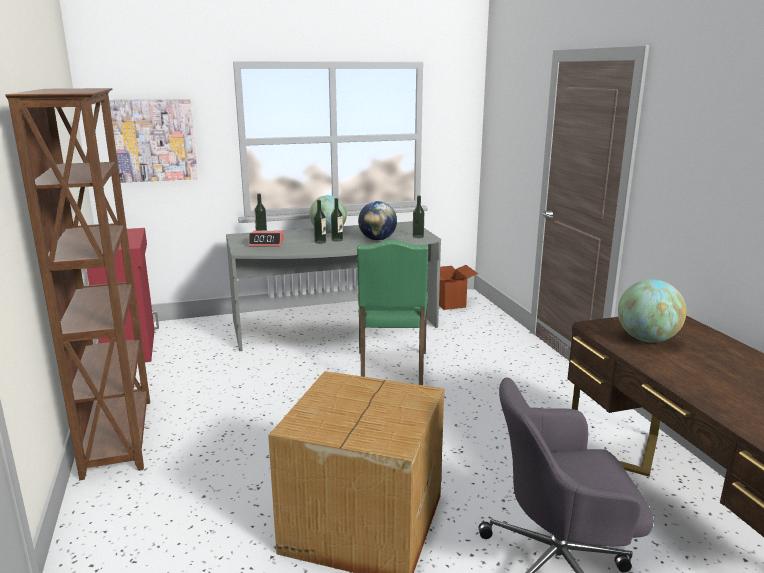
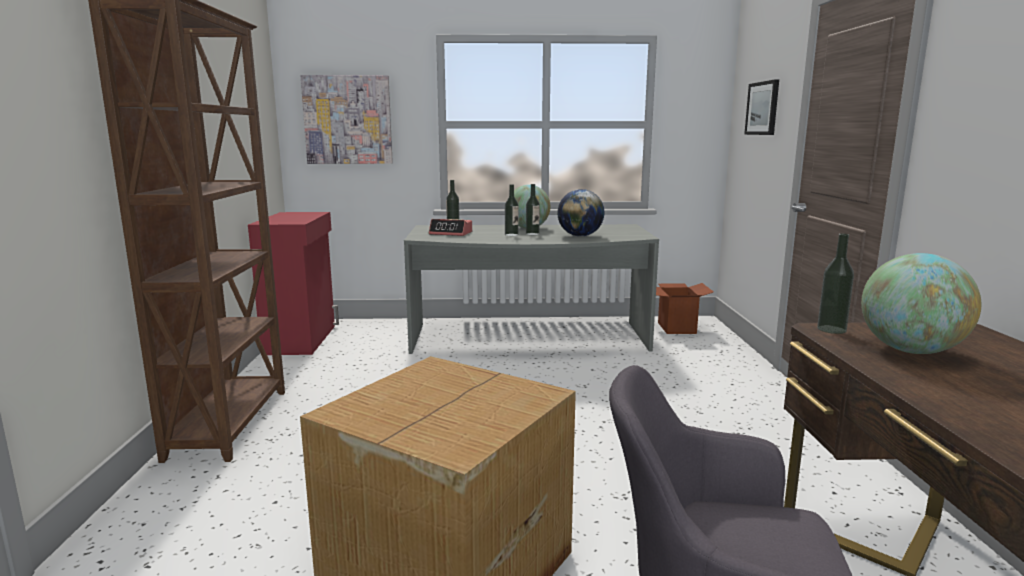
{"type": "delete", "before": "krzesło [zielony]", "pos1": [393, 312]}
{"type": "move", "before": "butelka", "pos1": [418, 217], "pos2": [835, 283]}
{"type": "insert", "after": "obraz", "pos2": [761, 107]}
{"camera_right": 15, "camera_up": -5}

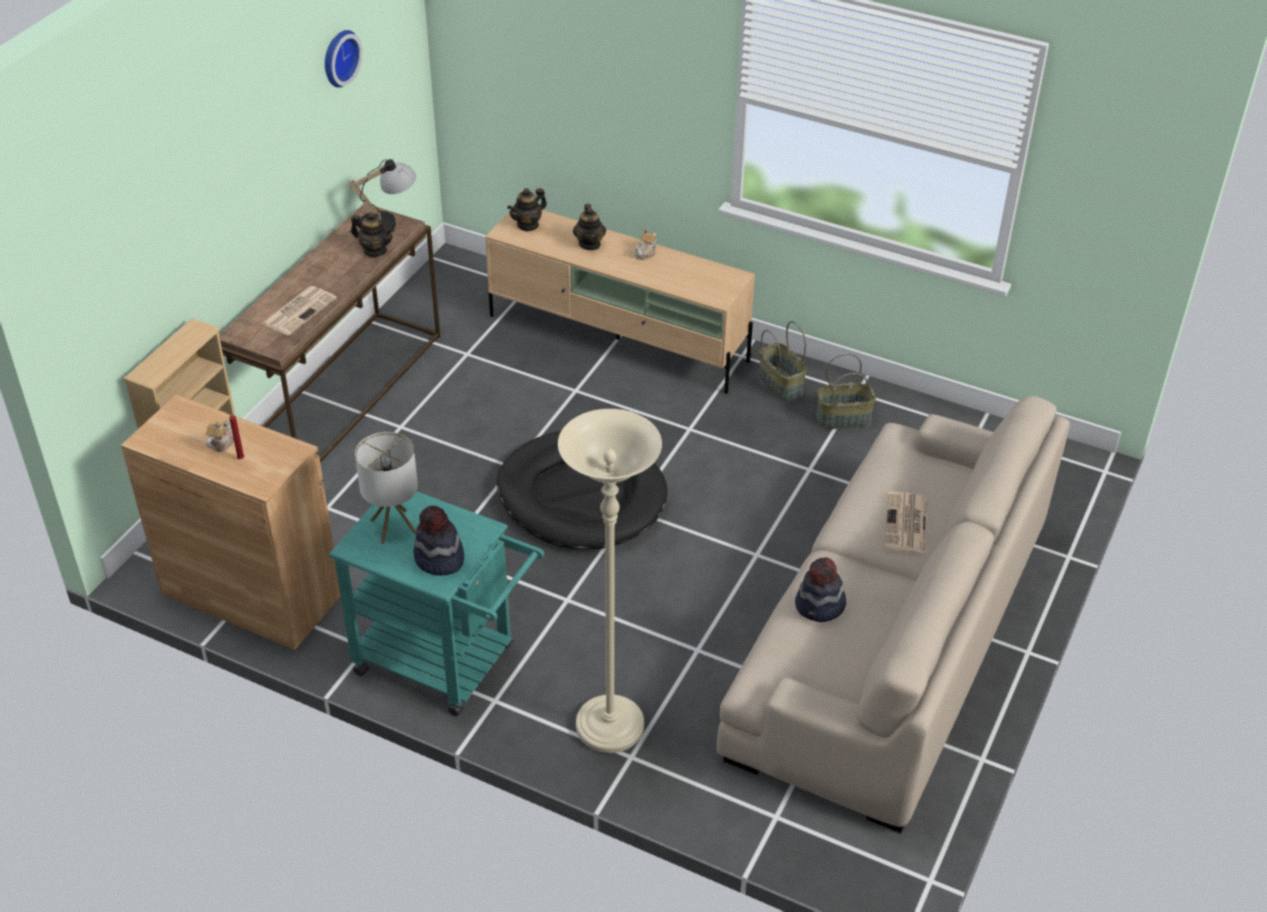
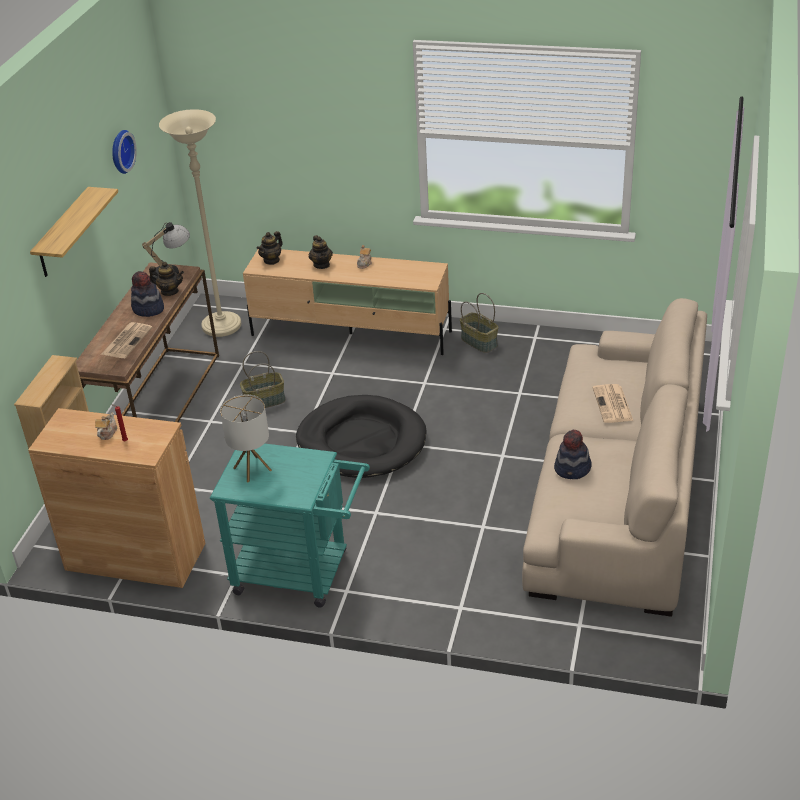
{"type": "move", "before": "kapelusz", "pos1": [438, 541], "pos2": [147, 294]}
{"type": "move", "before": "lampa stojąca [beżowy]", "pos1": [610, 581], "pos2": [200, 223]}
{"type": "move", "before": "koszyk", "pos1": [846, 391], "pos2": [263, 379]}
{"type": "insert", "after": "półka", "pos2": [74, 232]}
{"camera_right": -10, "camera_up": -5}

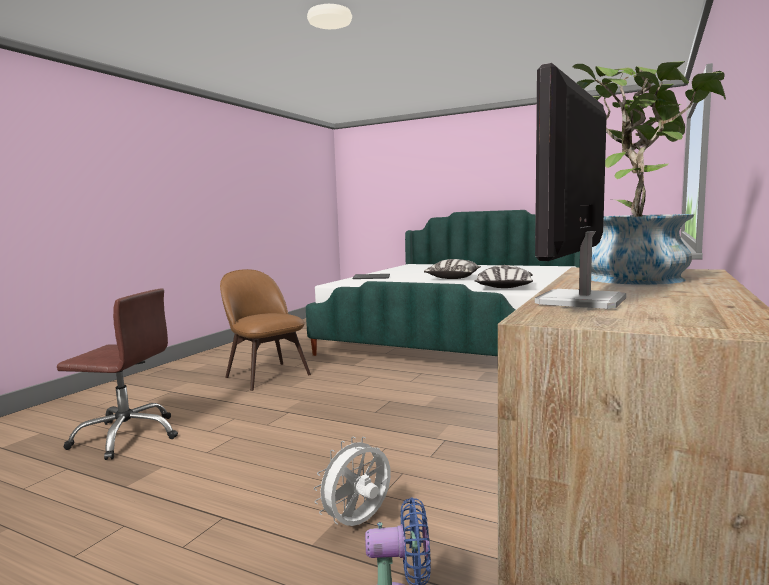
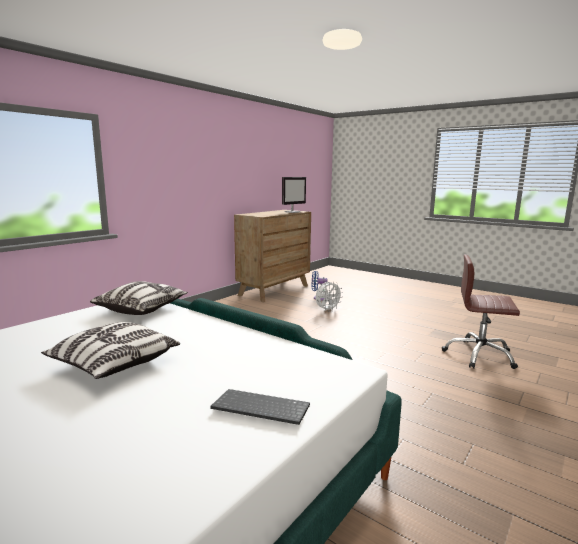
{"type": "delete", "before": "krzesło [brązowy]", "pos1": [265, 330]}
{"type": "delete", "before": "roślina doniczkowa", "pos1": [649, 173]}
{"camera_right": -170, "camera_up": 5}

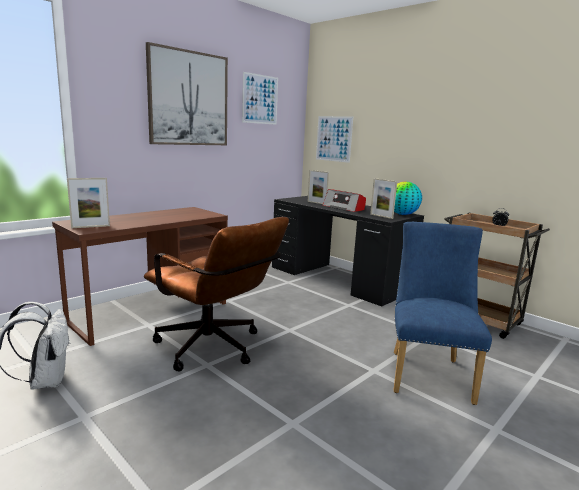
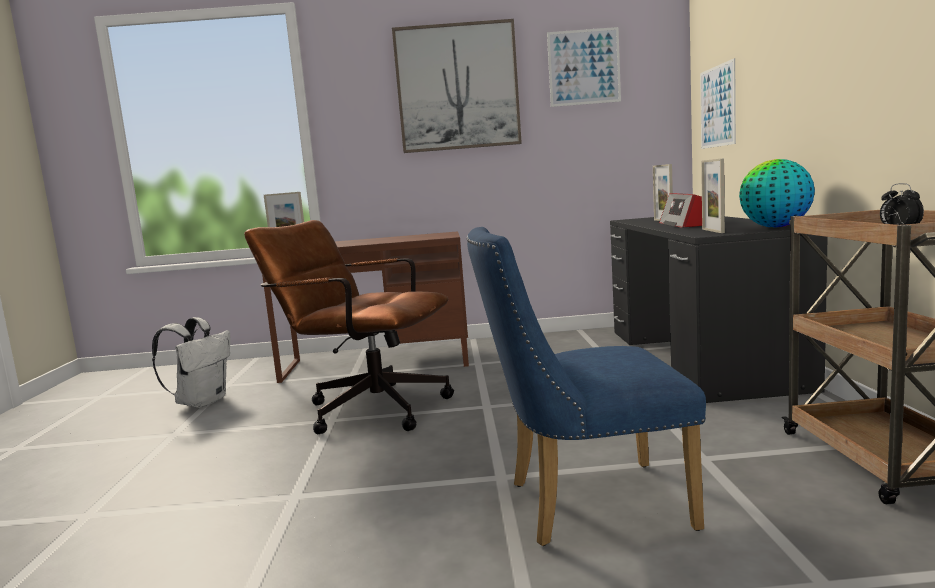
{"type": "rotate", "before": "krzesło biurowe [brązowy]", "pos1": [216, 294], "pos2": [349, 327], "turn": 120}
{"type": "rotate", "before": "krzesło [niebieski]", "pos1": [443, 313], "pos2": [586, 386], "turn": -150}
{"camera_right": 45, "camera_up": -5}

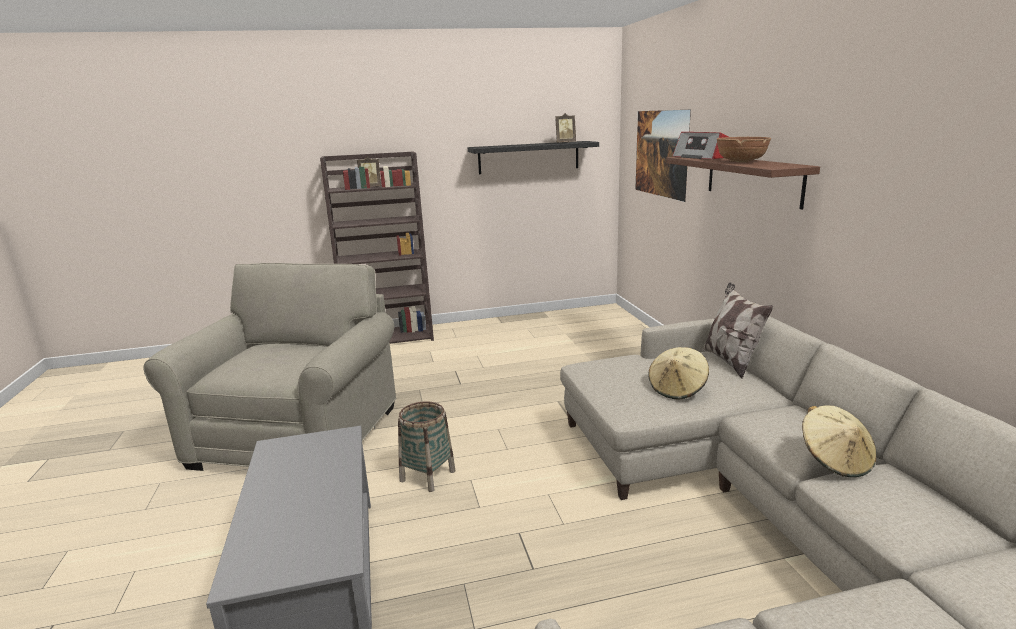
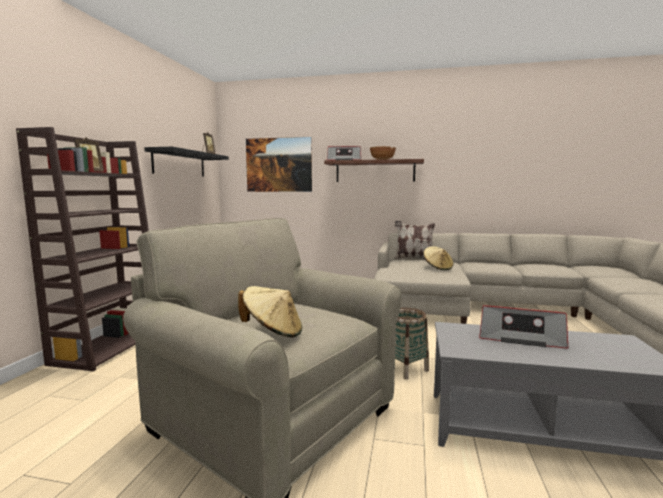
{"type": "move", "before": "kapelusz [beżowy]", "pos1": [839, 441], "pos2": [270, 311]}
{"type": "insert", "after": "radio", "pos2": [523, 327]}
{"camera_right": -65, "camera_up": -10}

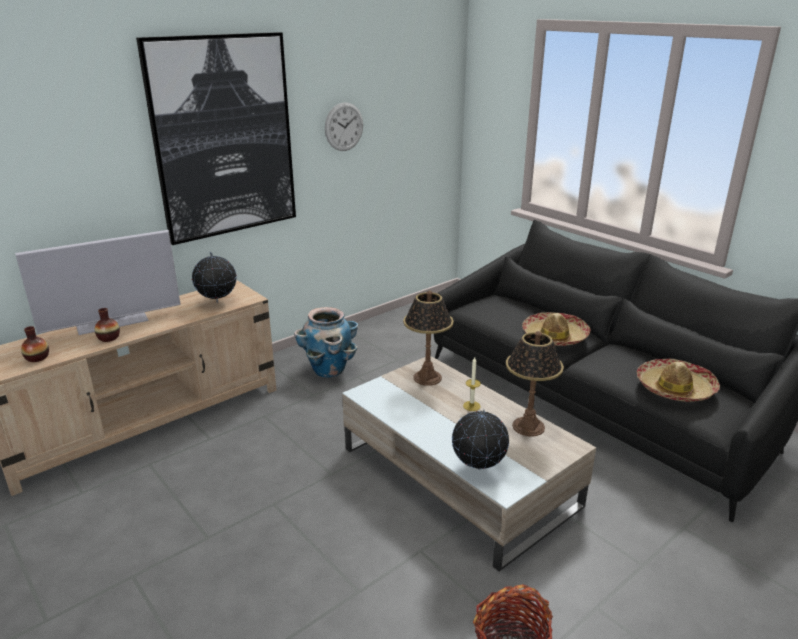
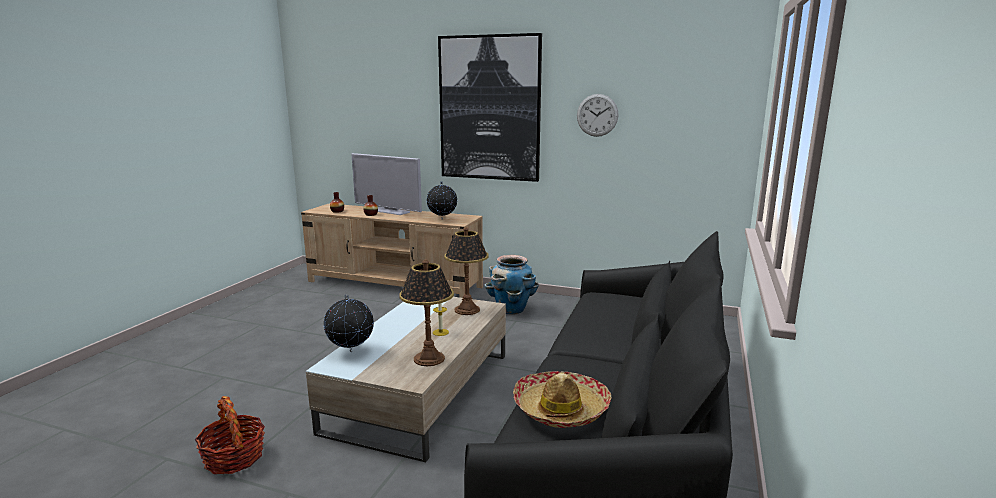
{"type": "delete", "before": "kapelusz", "pos1": [556, 329]}
{"camera_right": 60, "camera_up": -10}

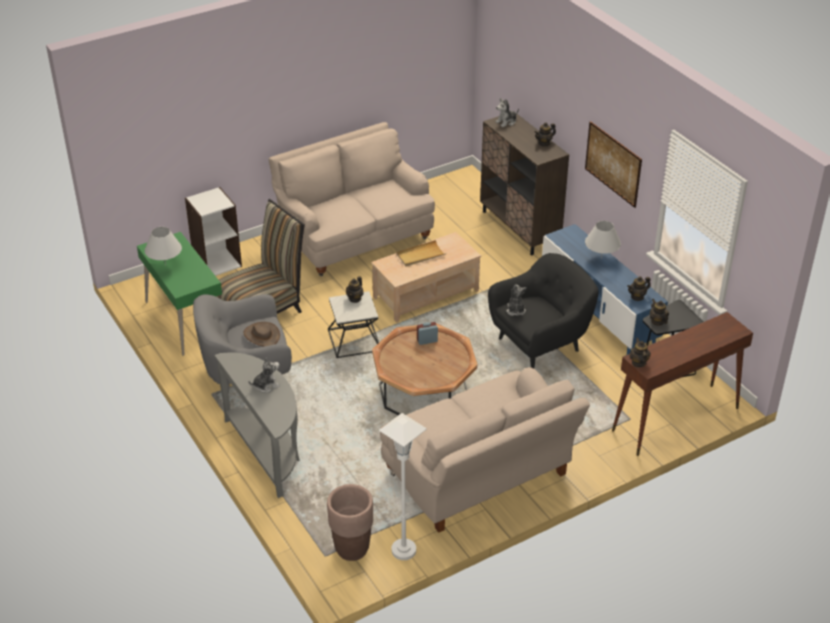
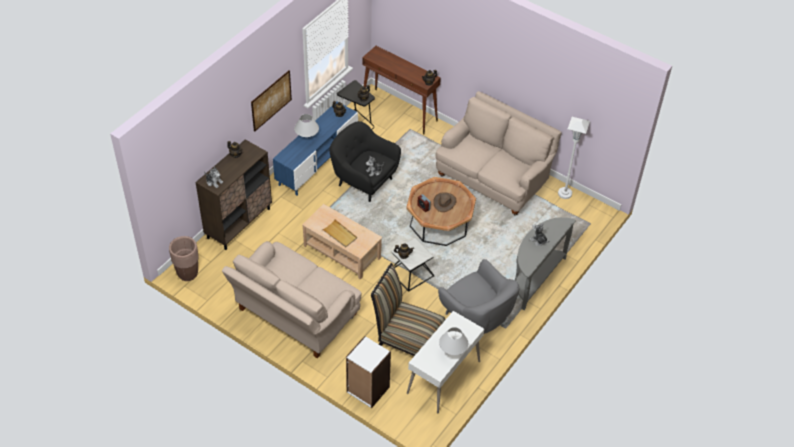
{"type": "recolor", "before": "biurko [zielony]", "after": "biurko [biały]", "pos1": [179, 294], "pos2": [445, 362]}
{"type": "move", "before": "kapelusz [brązowy]", "pos1": [262, 334], "pos2": [445, 202]}
{"type": "move", "before": "donica [brązowy]", "pos1": [350, 522], "pos2": [184, 258]}
{"camera_right": -115, "camera_up": 10}

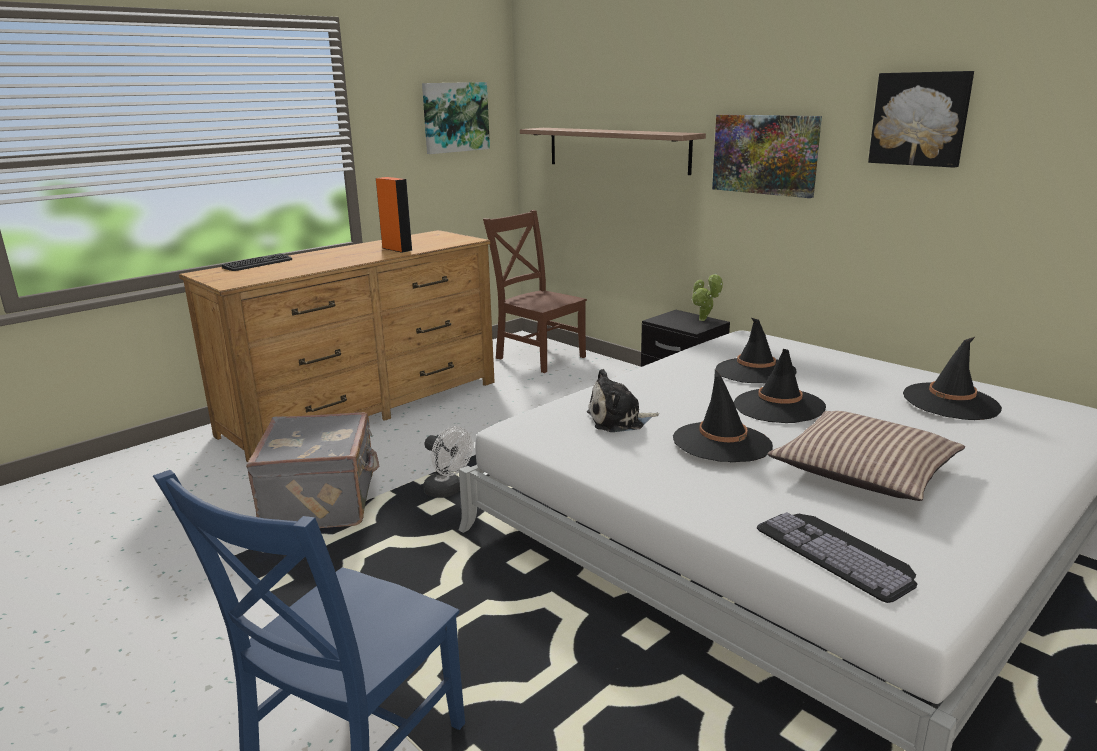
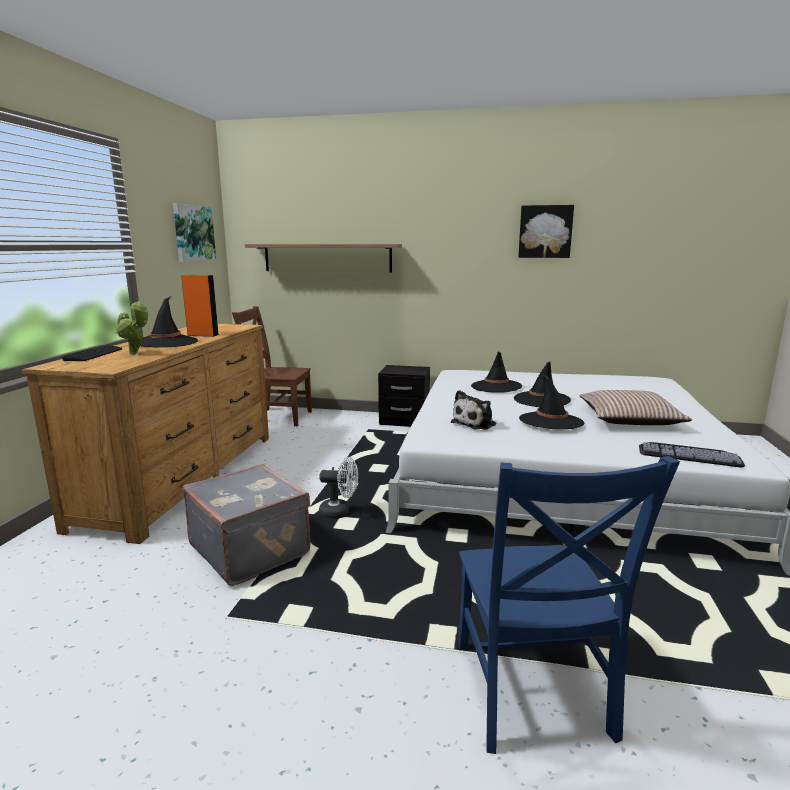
{"type": "move", "before": "roślina doniczkowa", "pos1": [707, 297], "pos2": [132, 328]}
{"type": "delete", "before": "obraz", "pos1": [767, 156]}
{"type": "move", "before": "kapelusz [czarny]", "pos1": [952, 378], "pos2": [169, 321]}
{"camera_right": -35, "camera_up": -5}

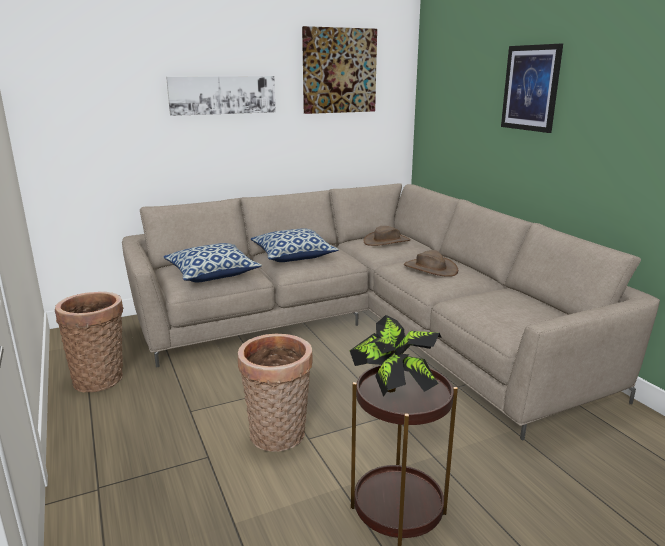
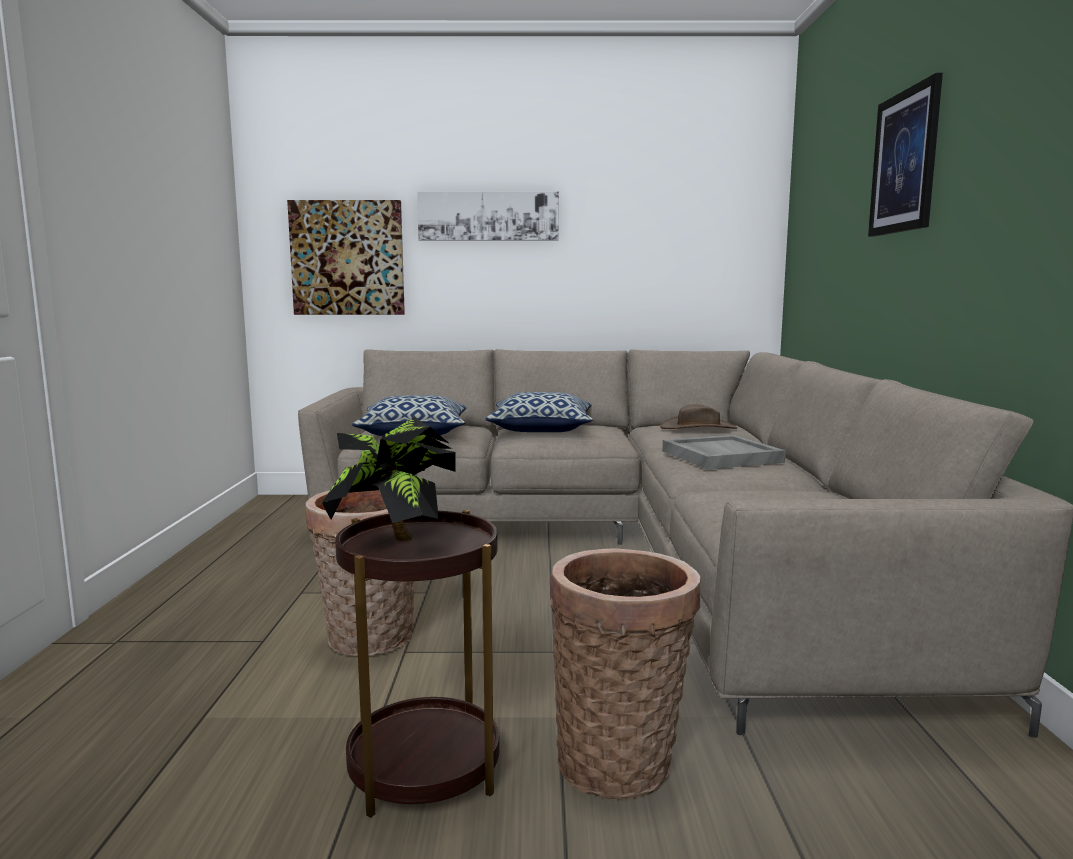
{"type": "move", "before": "koszyk", "pos1": [89, 342], "pos2": [625, 674]}
{"type": "move", "before": "obraz", "pos1": [339, 70], "pos2": [346, 257]}
{"type": "replace", "before": "kapelusz [brązowy]", "after": "taca [szary]", "pos1": [431, 263], "pos2": [724, 452]}
{"camera_right": 25, "camera_up": -10}

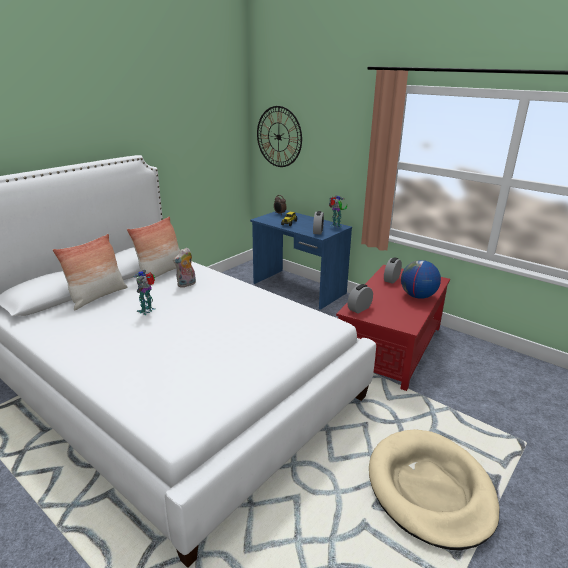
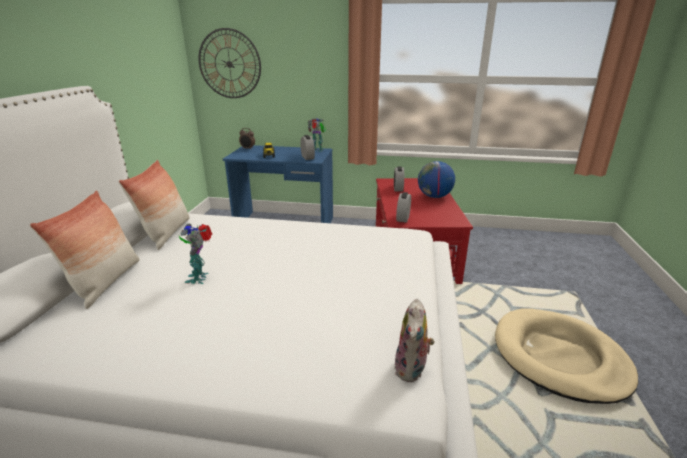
{"type": "move", "before": "pluszak", "pos1": [184, 267], "pos2": [414, 340]}
{"camera_right": -30, "camera_up": 0}

